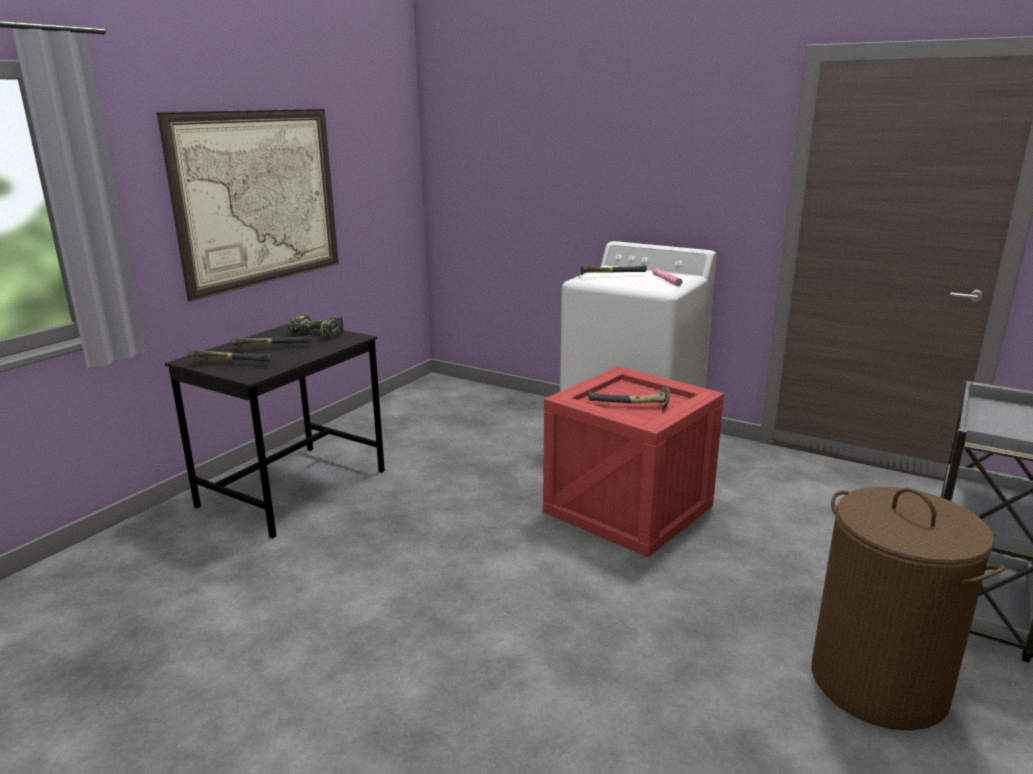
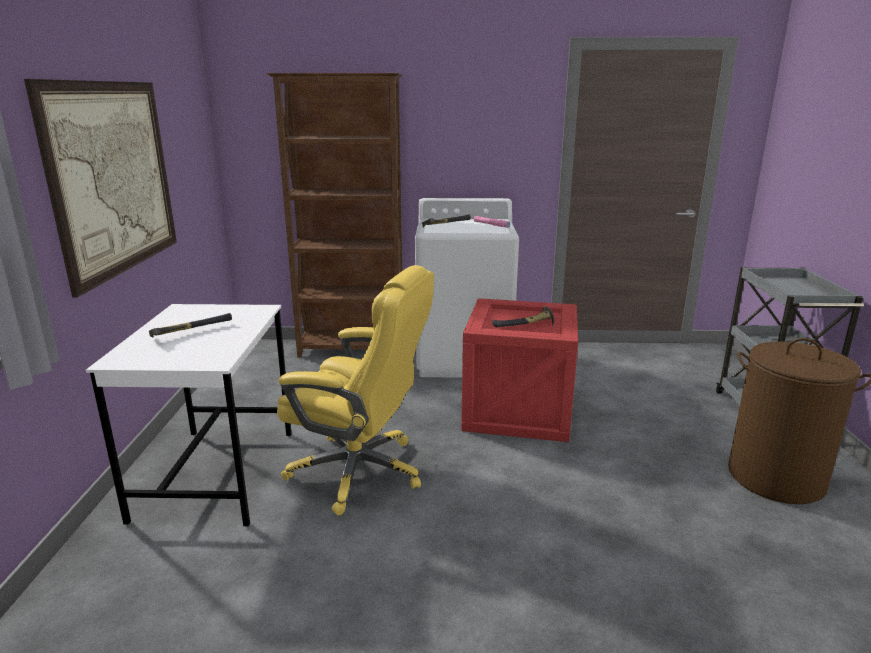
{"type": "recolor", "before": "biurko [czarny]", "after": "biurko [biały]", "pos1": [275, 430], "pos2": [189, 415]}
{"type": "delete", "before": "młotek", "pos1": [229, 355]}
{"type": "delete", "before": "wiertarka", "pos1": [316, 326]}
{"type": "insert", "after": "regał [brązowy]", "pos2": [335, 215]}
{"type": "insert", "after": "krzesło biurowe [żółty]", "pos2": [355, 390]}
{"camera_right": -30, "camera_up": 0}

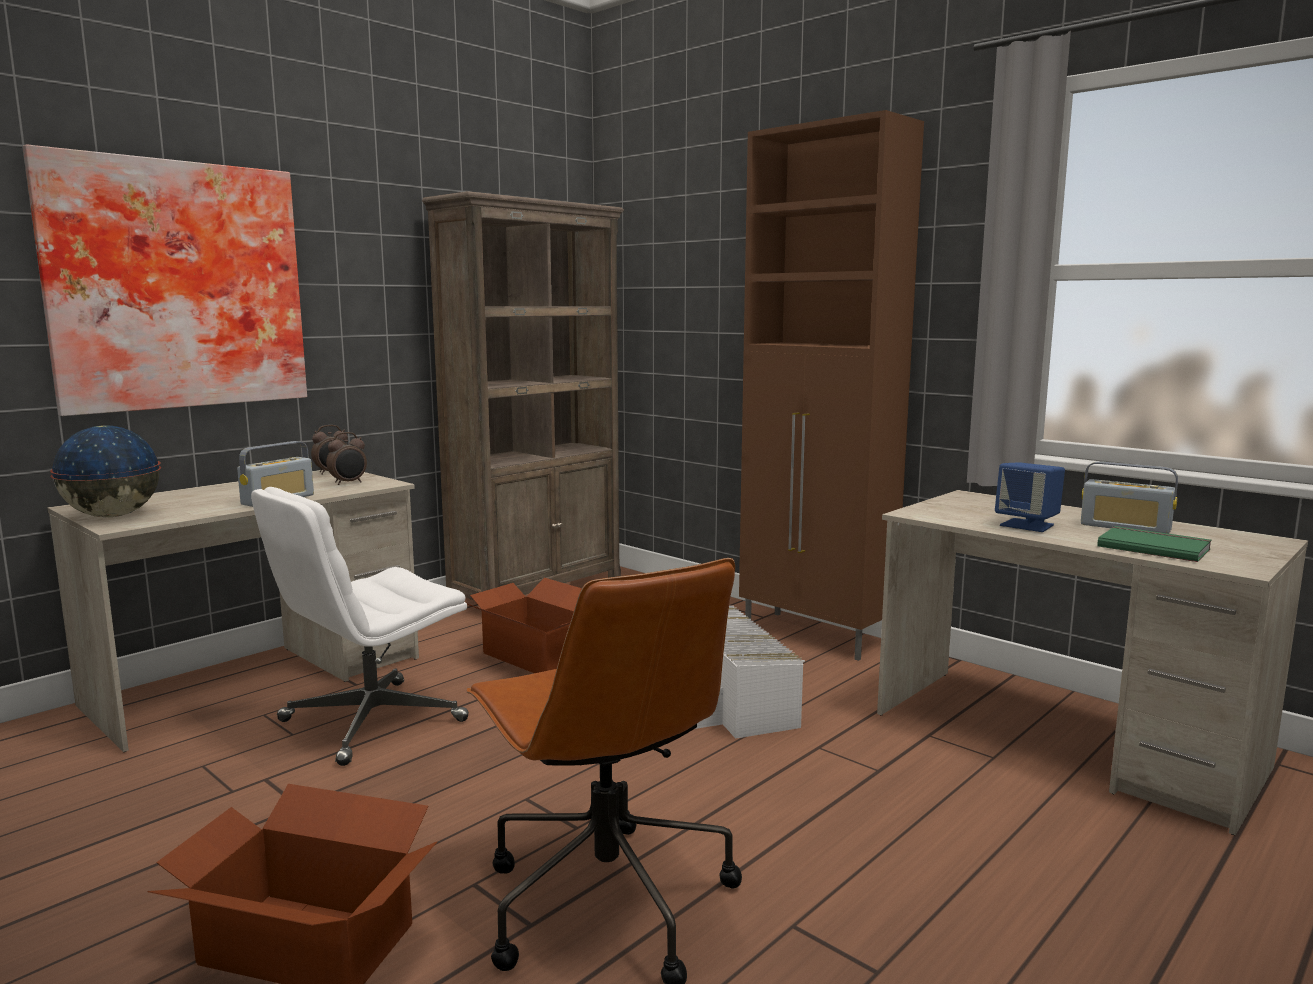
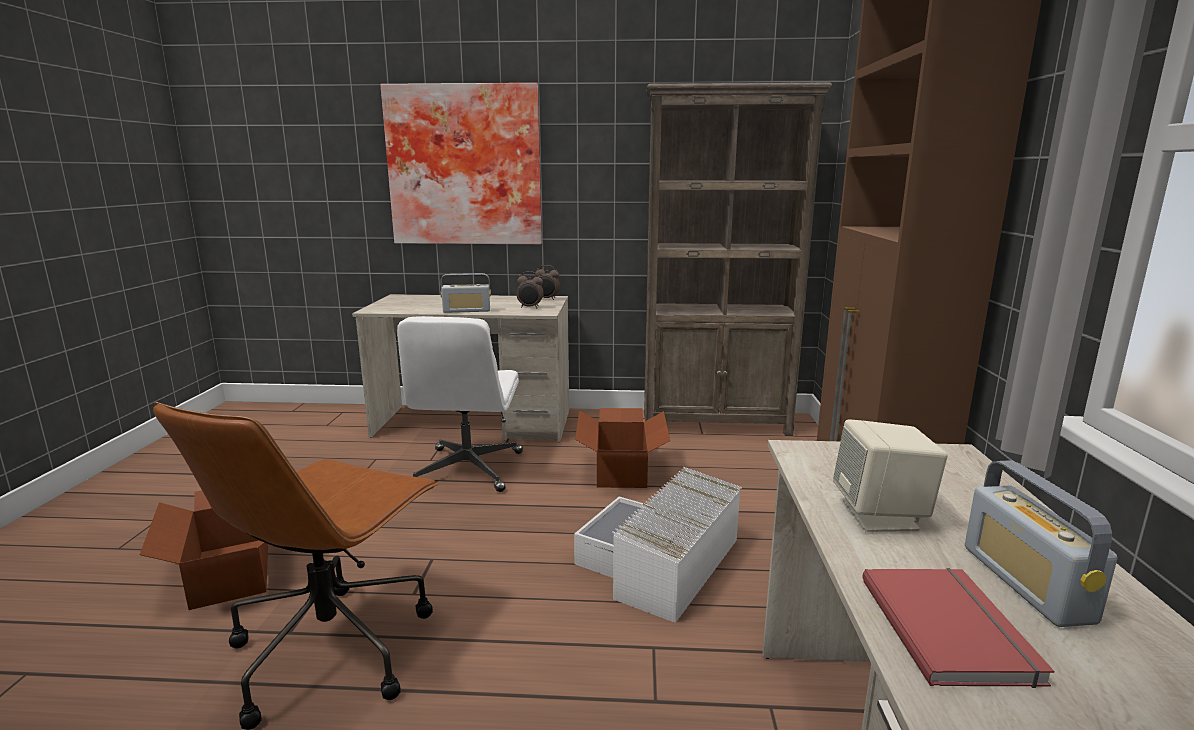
{"type": "delete", "before": "globus", "pos1": [105, 471]}
{"type": "rotate", "before": "krzesło biurowe [biały]", "pos1": [360, 626], "pos2": [460, 404], "turn": -90}
{"type": "recolor", "before": "głośnik [niebieski]", "after": "głośnik [beżowy]", "pos1": [1030, 497], "pos2": [890, 475]}
{"type": "recolor", "before": "książka [zielony]", "after": "książka [czerwony]", "pos1": [1154, 544], "pos2": [958, 628]}
{"camera_right": 50, "camera_up": 5}

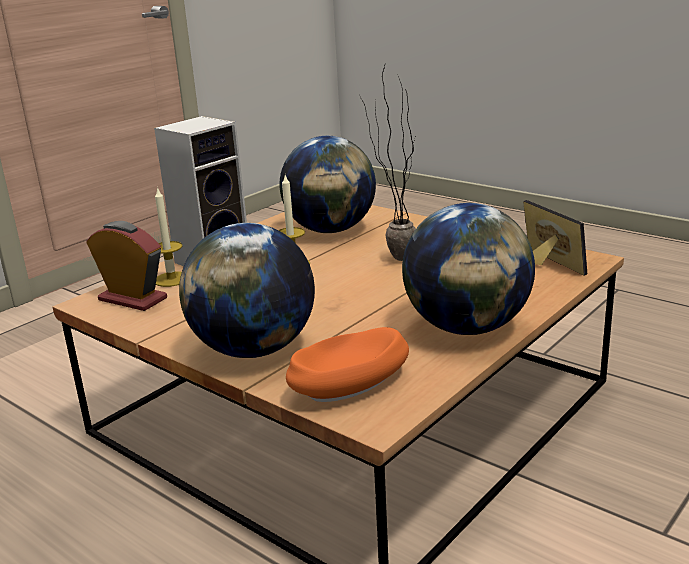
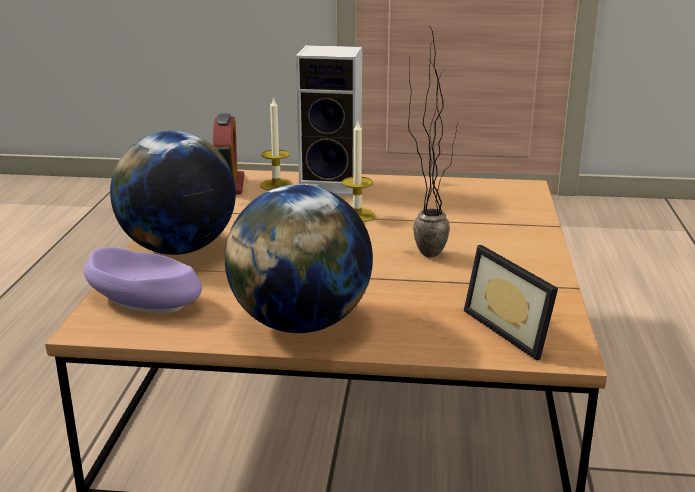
{"type": "delete", "before": "globus", "pos1": [327, 184]}
{"type": "recolor", "before": "miska [pomarańczowy]", "after": "miska [fioletowy]", "pos1": [347, 364], "pos2": [143, 280]}
{"type": "rotate", "before": "ramka na zdjęcie", "pos1": [555, 238], "pos2": [511, 302], "turn": 120}
{"camera_right": 55, "camera_up": 0}

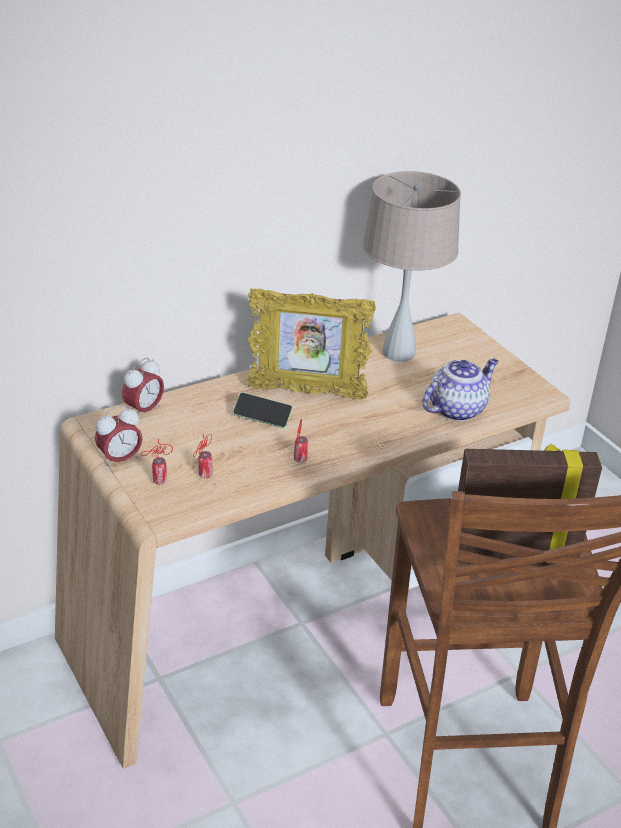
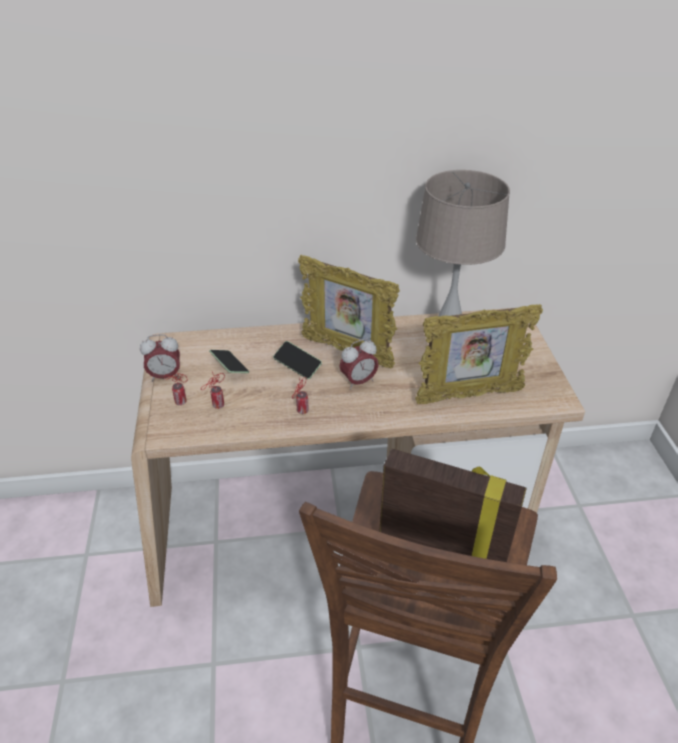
{"type": "move", "before": "budzik", "pos1": [143, 387], "pos2": [359, 364]}
{"type": "replace", "before": "imbryk", "after": "ramka na zdjęcie", "pos1": [460, 389], "pos2": [479, 354]}
{"type": "insert", "after": "telefon", "pos2": [229, 361]}
{"camera_right": 25, "camera_up": 5}

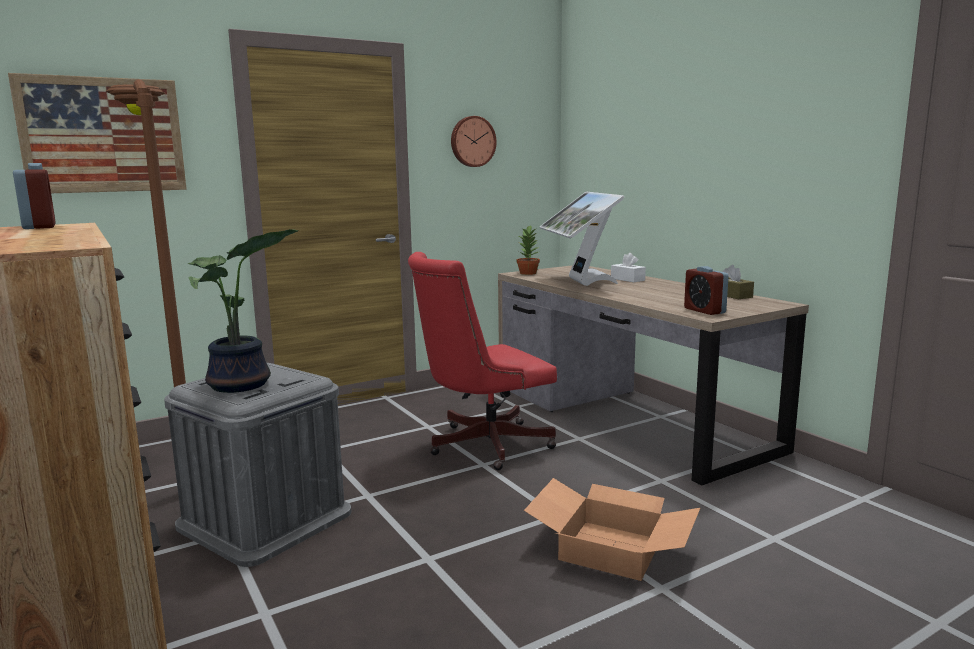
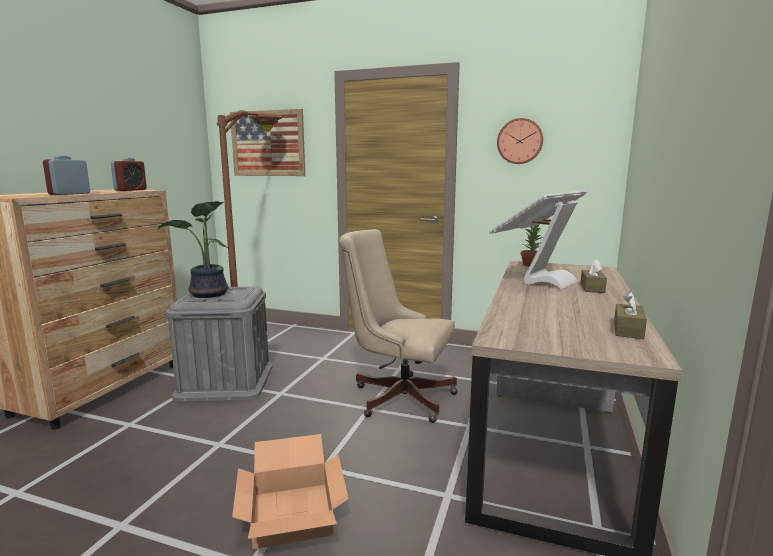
{"type": "recolor", "before": "krzesło biurowe [czerwony]", "after": "krzesło biurowe [beżowy]", "pos1": [482, 361], "pos2": [398, 326]}
{"type": "recolor", "before": "pudełko chusteczek [biały]", "after": "pudełko chusteczek [brązowy]", "pos1": [628, 267], "pos2": [593, 276]}
{"type": "move", "before": "budzik", "pos1": [706, 290], "pos2": [66, 175]}
{"camera_right": 50, "camera_up": 0}

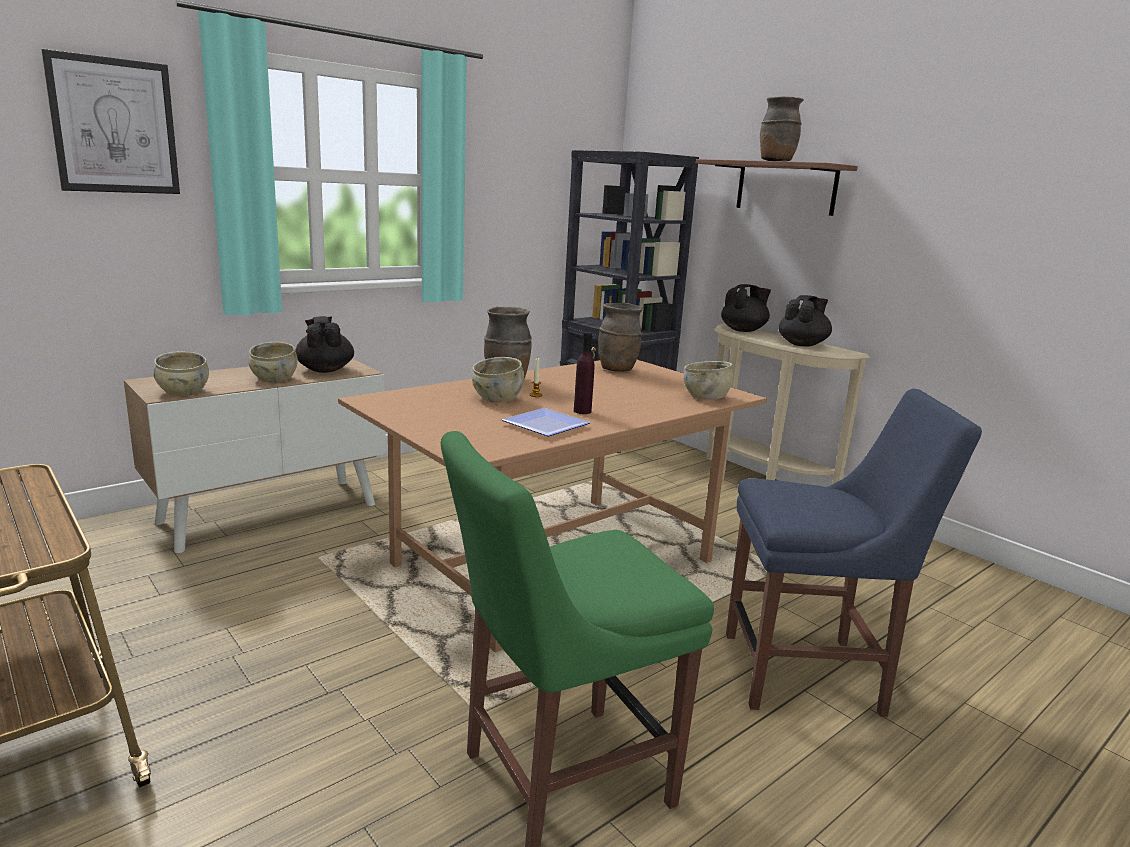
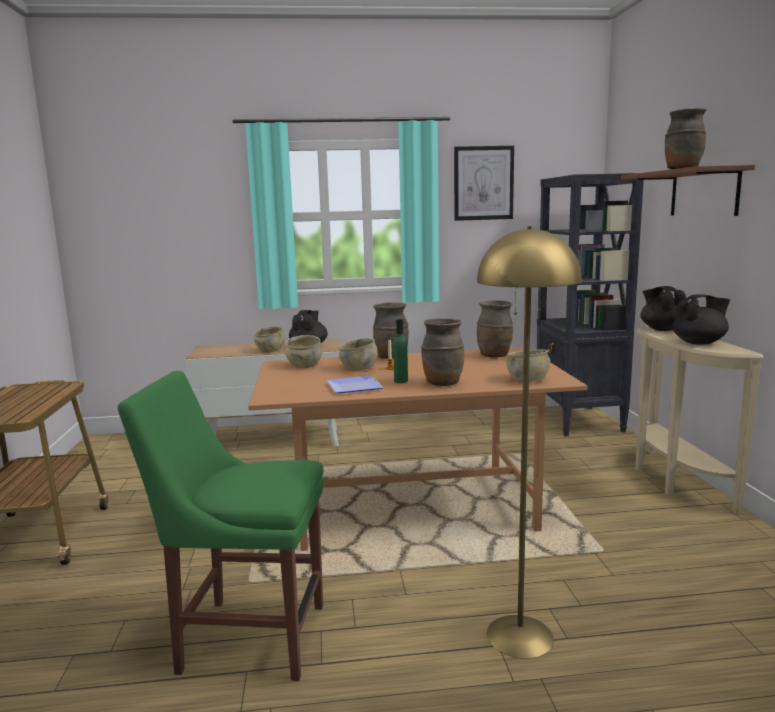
{"type": "move", "before": "obraz", "pos1": [111, 121], "pos2": [484, 183]}
{"type": "move", "before": "miska [beżowy]", "pos1": [181, 373], "pos2": [304, 351]}
{"type": "recolor", "before": "butelka [fioletowy]", "after": "butelka [zielony]", "pos1": [584, 373], "pos2": [400, 351]}
{"type": "rotate", "before": "imbryk [czarny]", "pos1": [746, 308], "pos2": [663, 308], "turn": -105}
{"type": "replace", "before": "krzesło [niebieski]", "after": "lampa stojąca [żółty]", "pos1": [854, 553], "pos2": [529, 442]}
{"type": "insert", "after": "wazon [brązowy]", "pos2": [442, 352]}
{"camera_right": 35, "camera_up": -5}

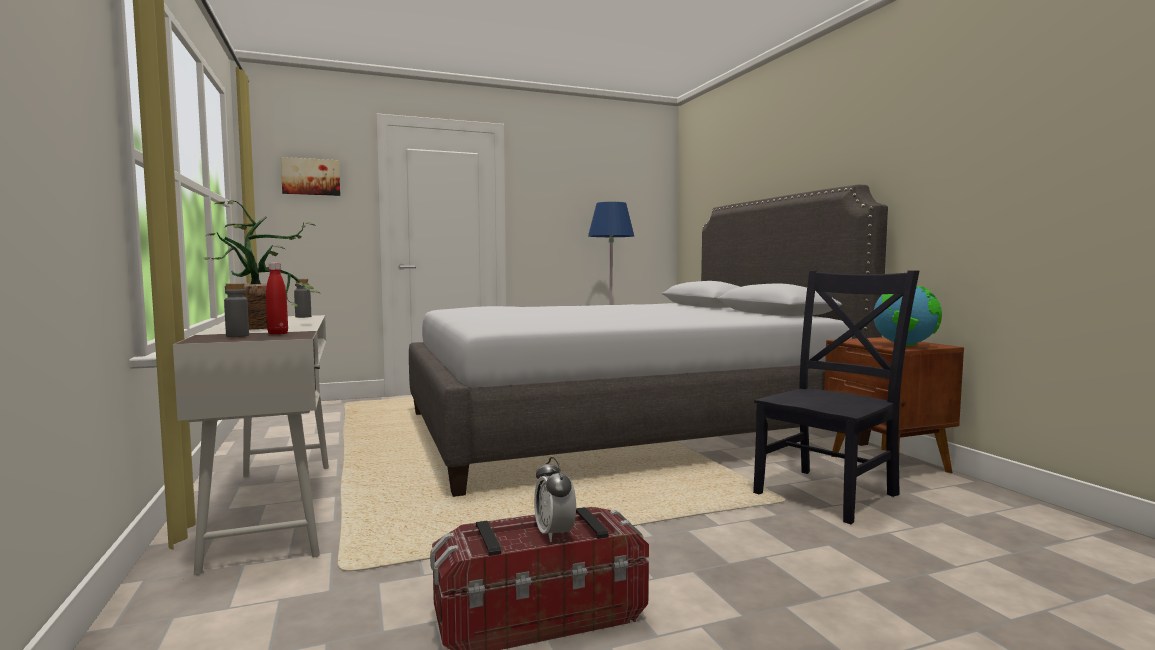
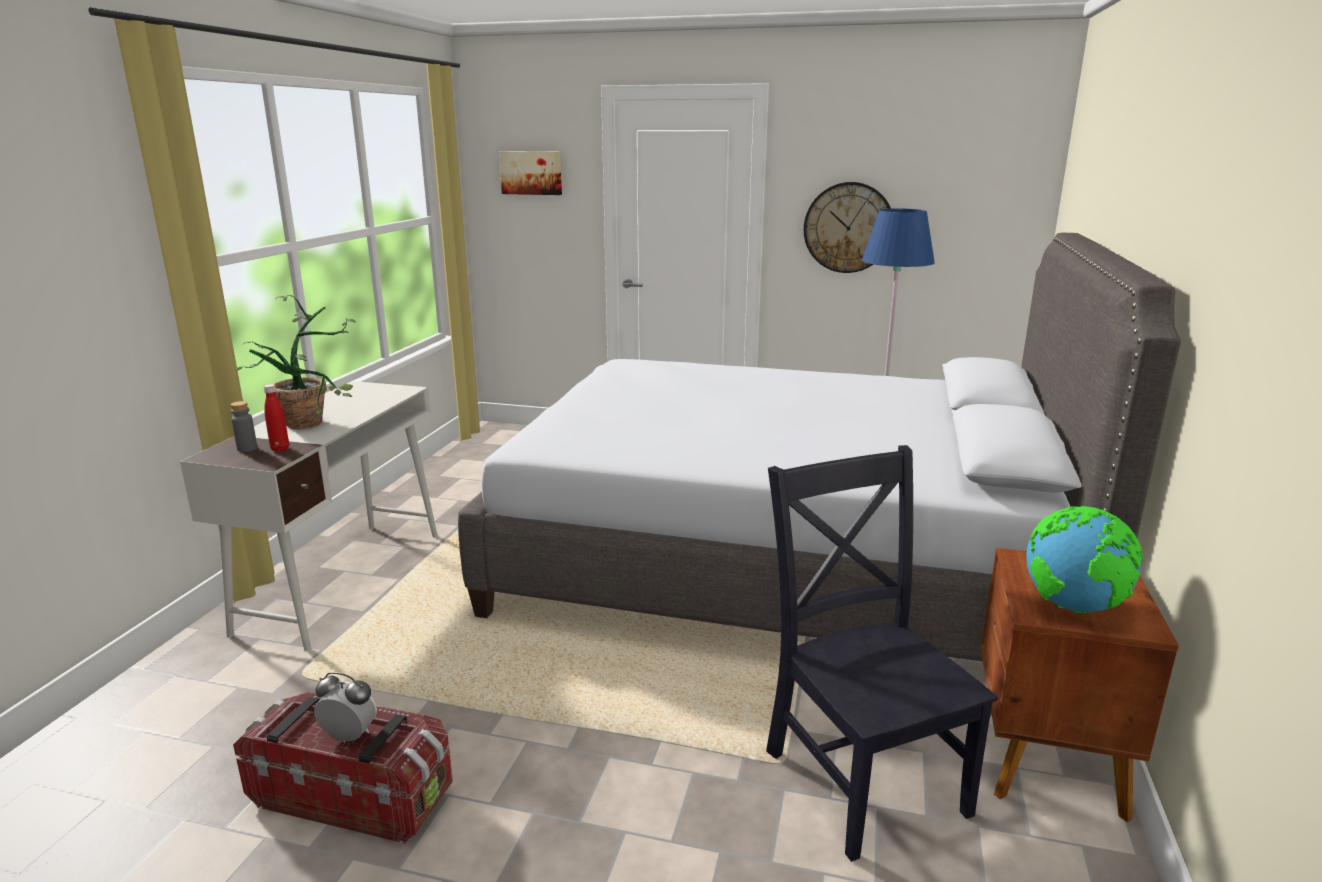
{"type": "delete", "before": "butelka [szary]", "pos1": [302, 298]}
{"type": "rotate", "before": "budzik", "pos1": [555, 499], "pos2": [345, 707], "turn": 90}
{"type": "rotate", "before": "krzesło [czarny]", "pos1": [836, 397], "pos2": [882, 653], "turn": -105}
{"type": "insert", "after": "zegar ścienny", "pos2": [847, 227]}
{"camera_right": 35, "camera_up": 15}

